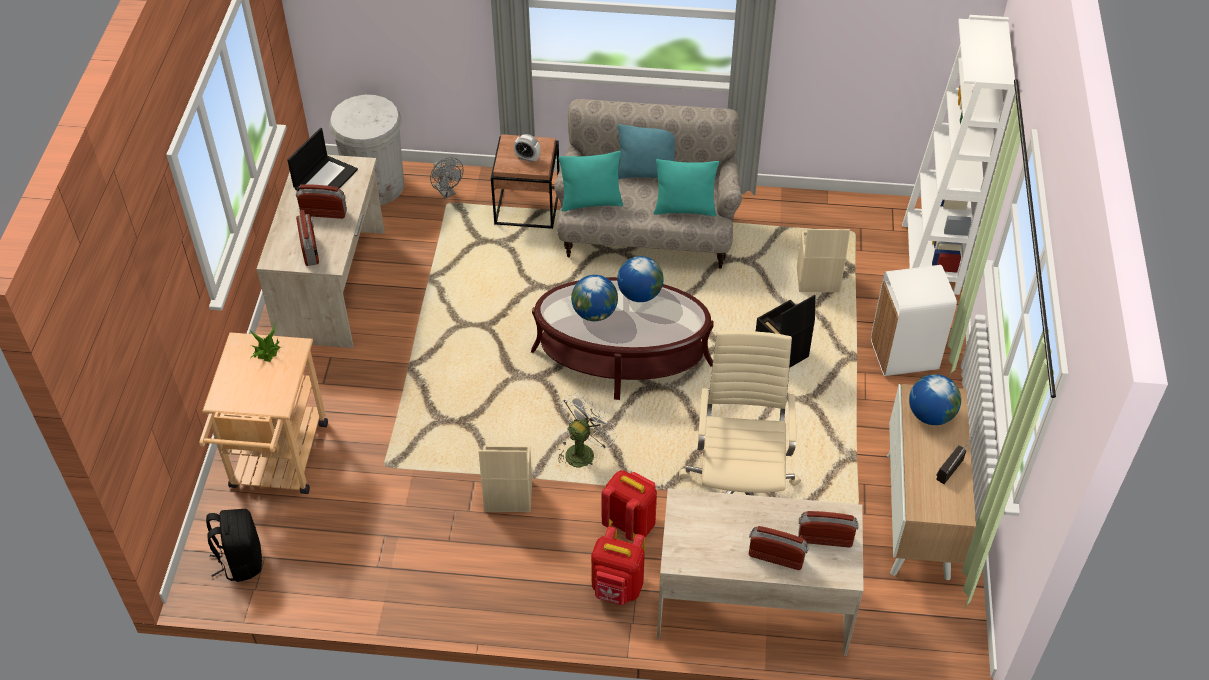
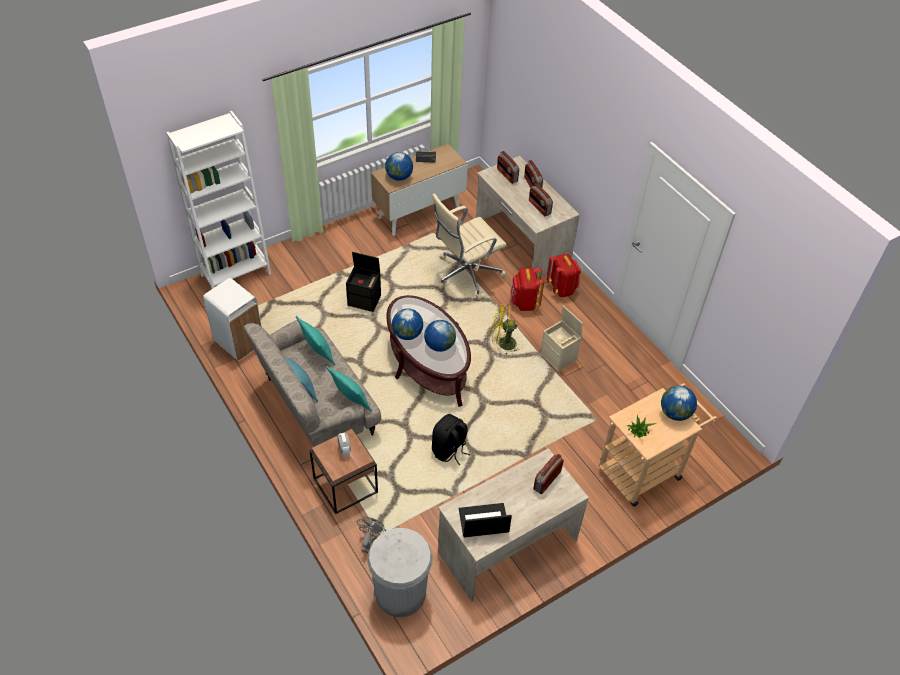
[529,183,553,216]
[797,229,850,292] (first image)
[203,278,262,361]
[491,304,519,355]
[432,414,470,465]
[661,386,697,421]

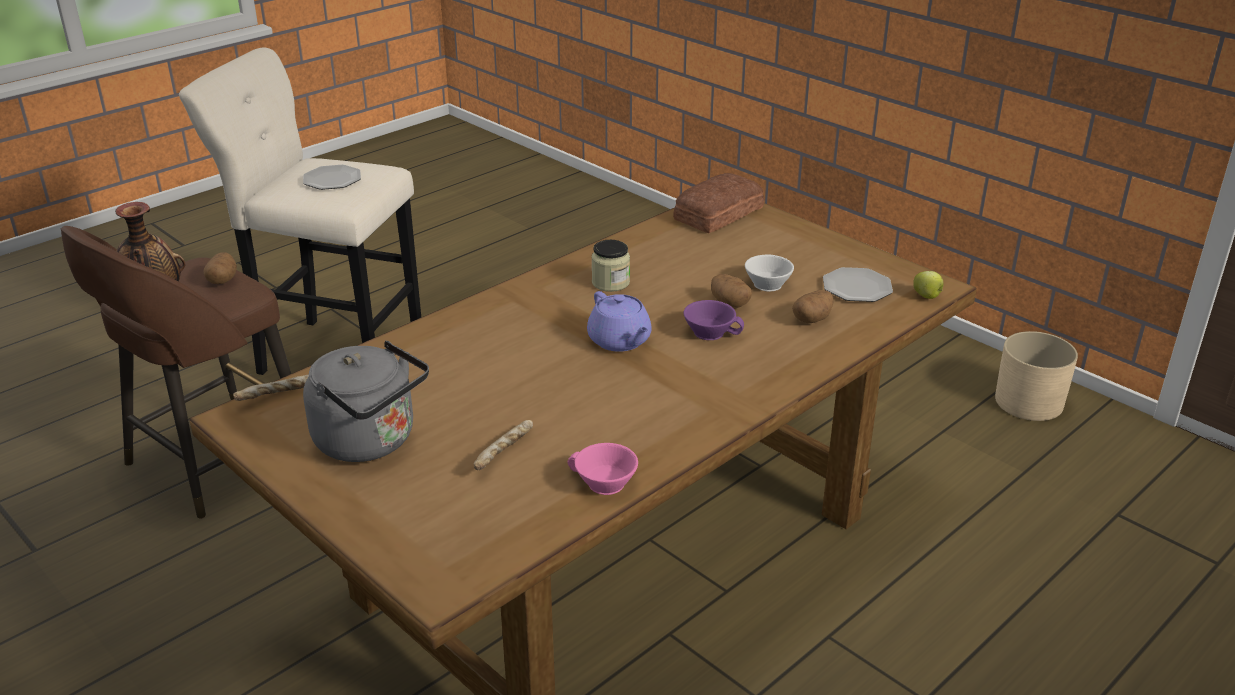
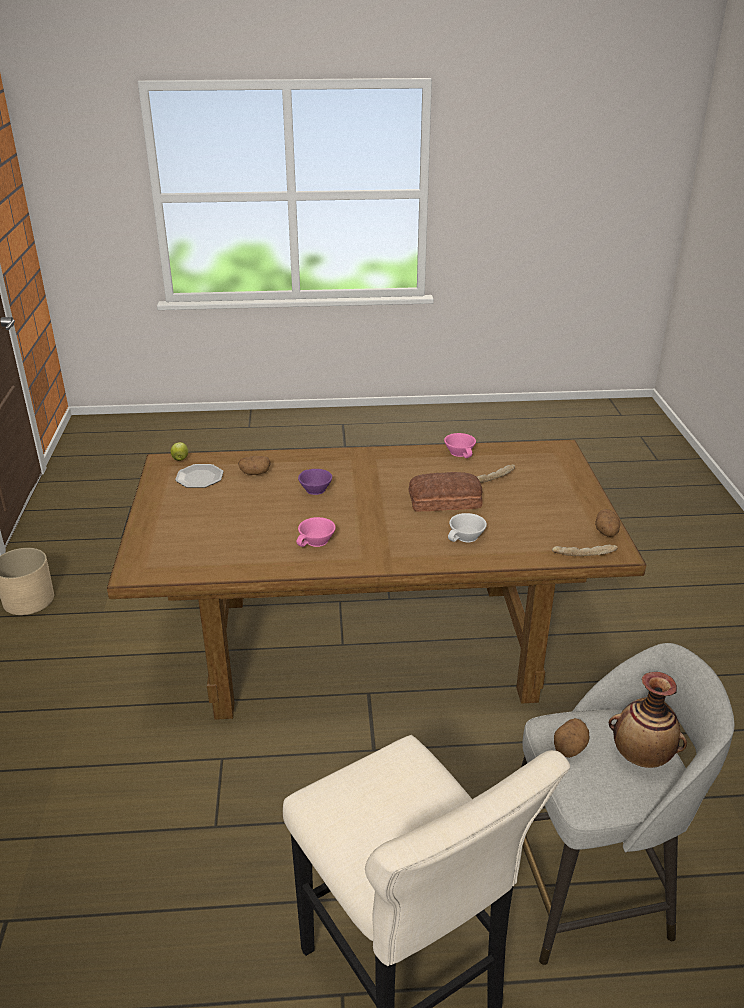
[303,165,361,190] (first image)
[409,472,483,512]
[521,643,734,965]
[296,517,336,547]
[448,513,487,542]
[595,509,620,537]
[587,291,651,352] (first image)
[303,341,429,462] (first image)

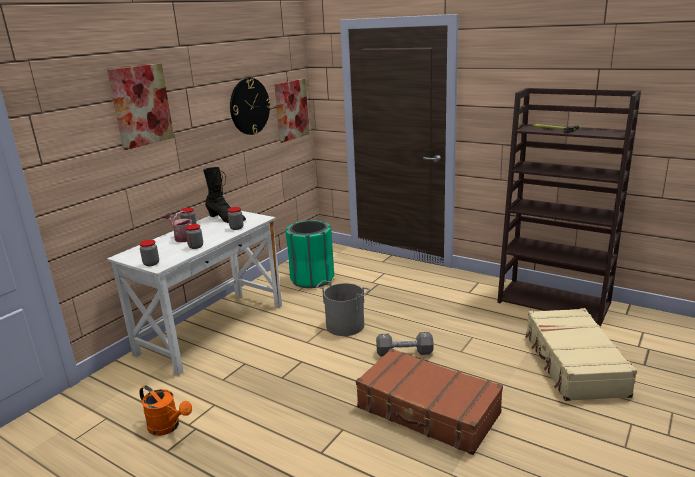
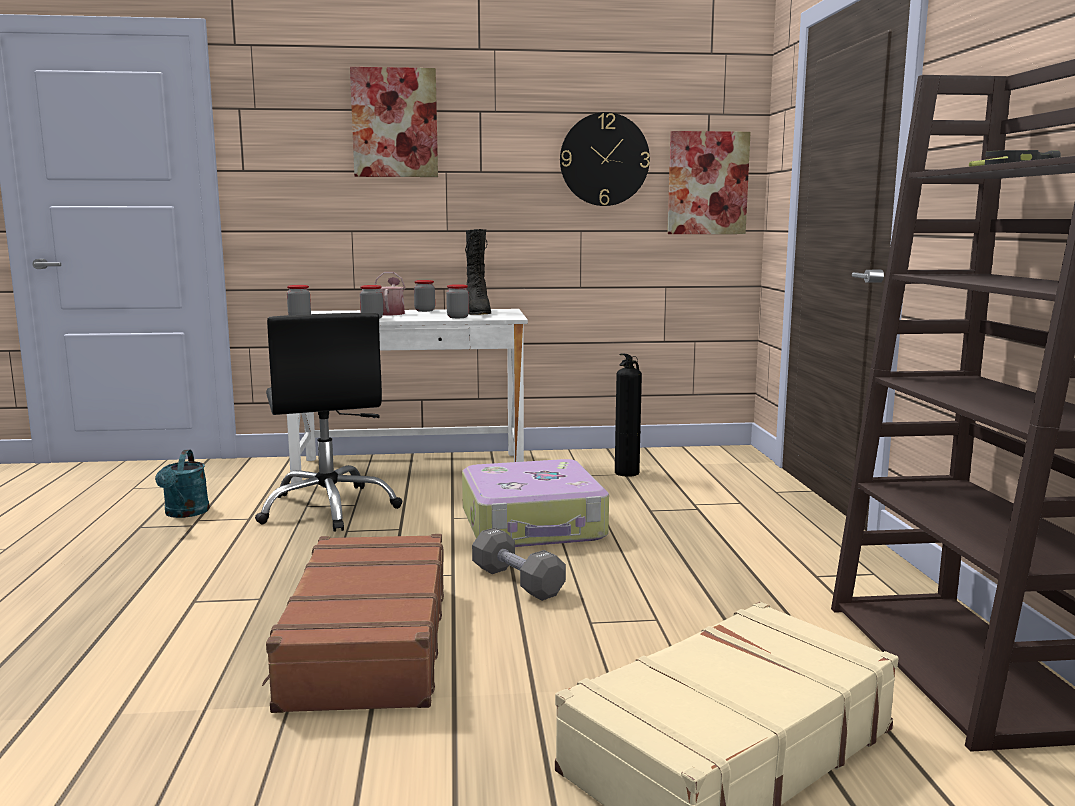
[615,353,642,477]
[462,459,609,547]
[155,450,210,518]
[255,313,402,532]

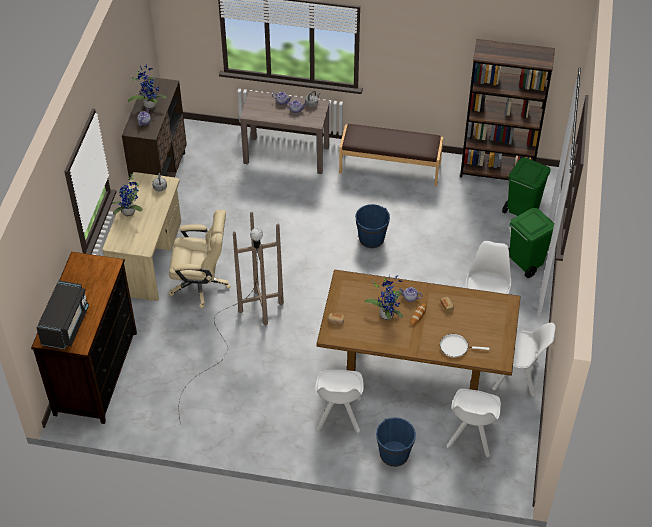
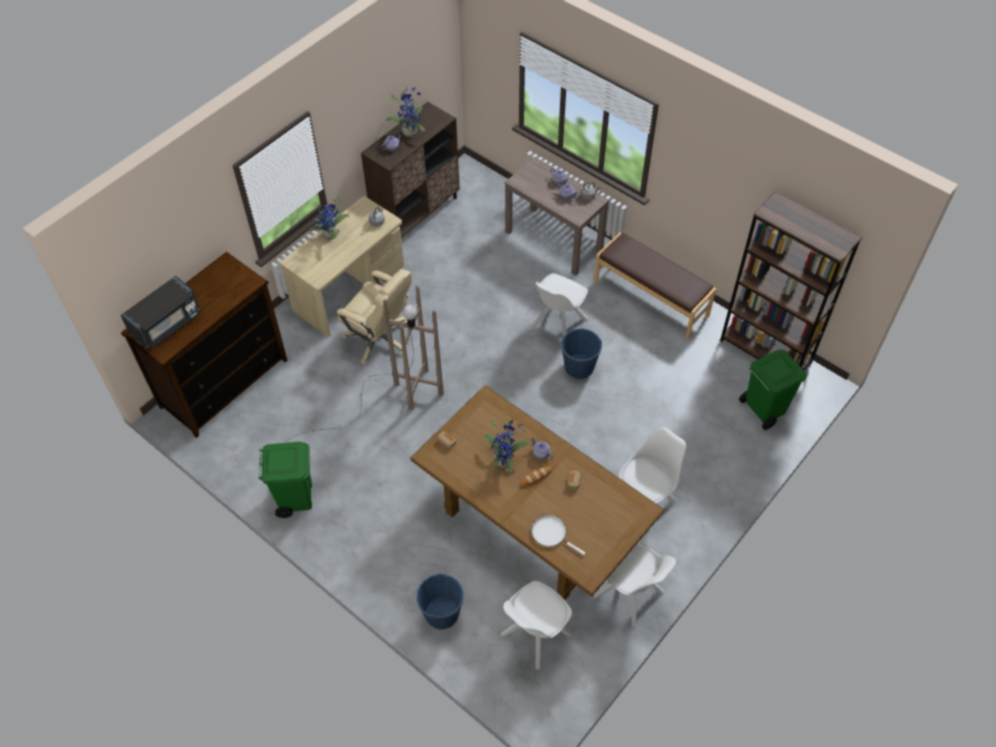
[259,442,312,518]
[530,273,588,337]

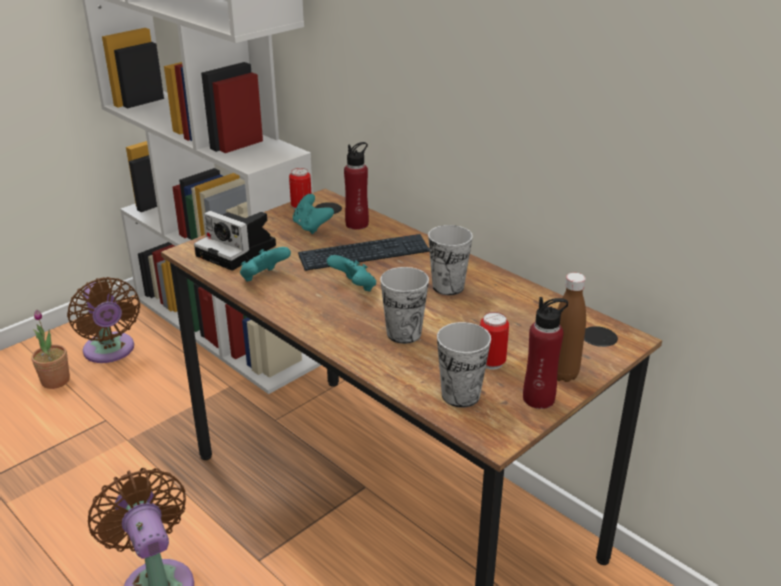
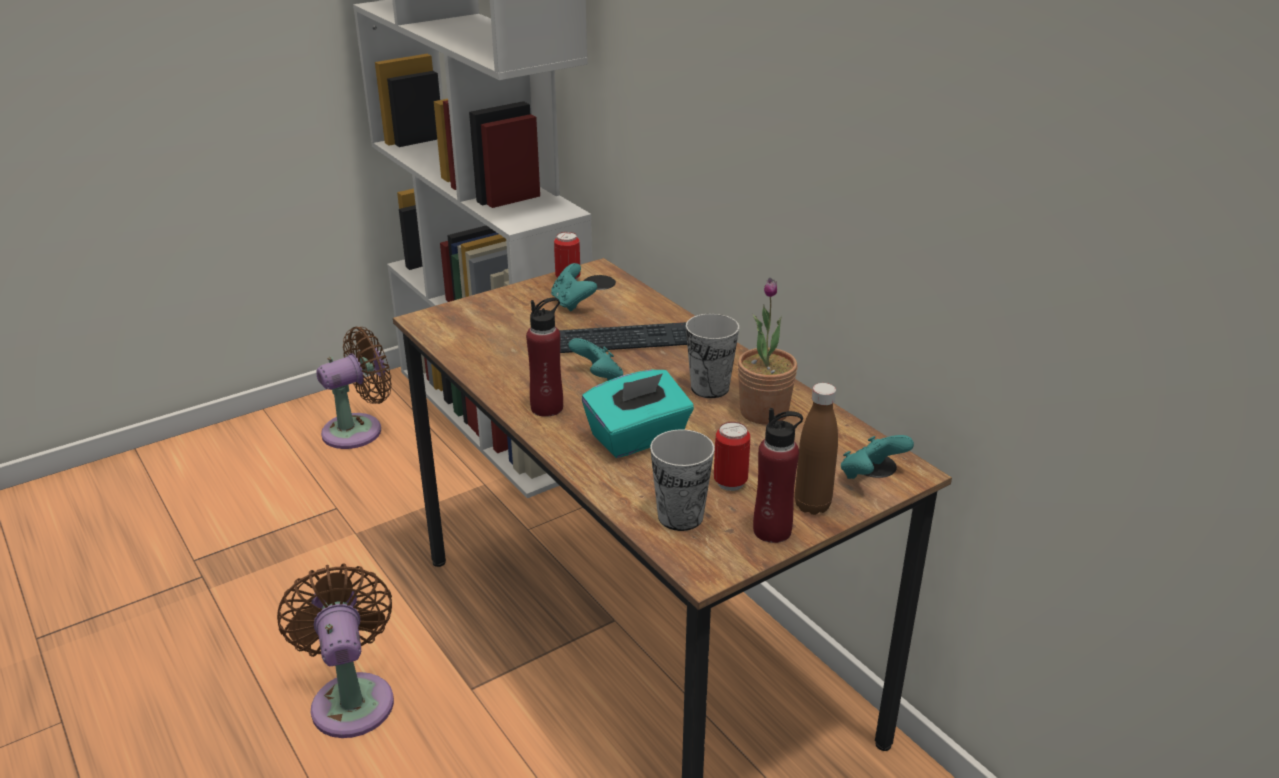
[526,297,563,417]
[194,211,276,271] (first image)
[841,435,914,479]
[582,370,694,458]
[316,327,392,449]
[738,278,798,424]

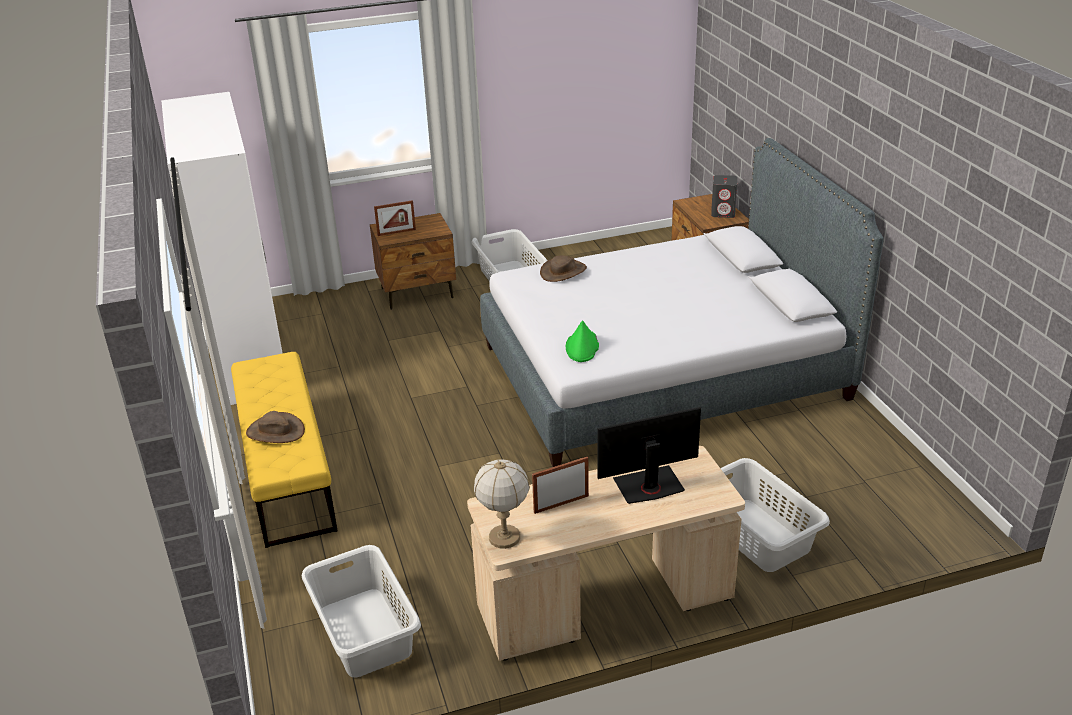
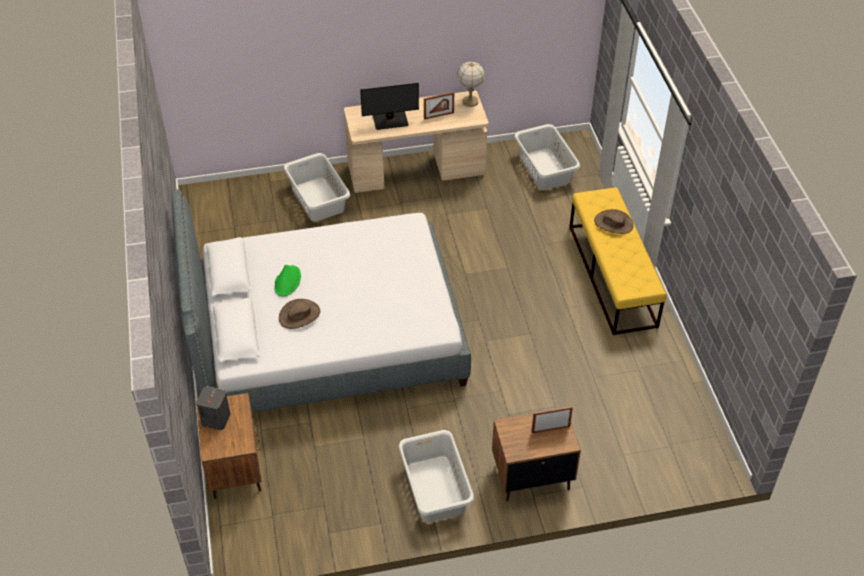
[161,92,283,405] (first image)
[279,299,320,329]
[274,265,301,297]

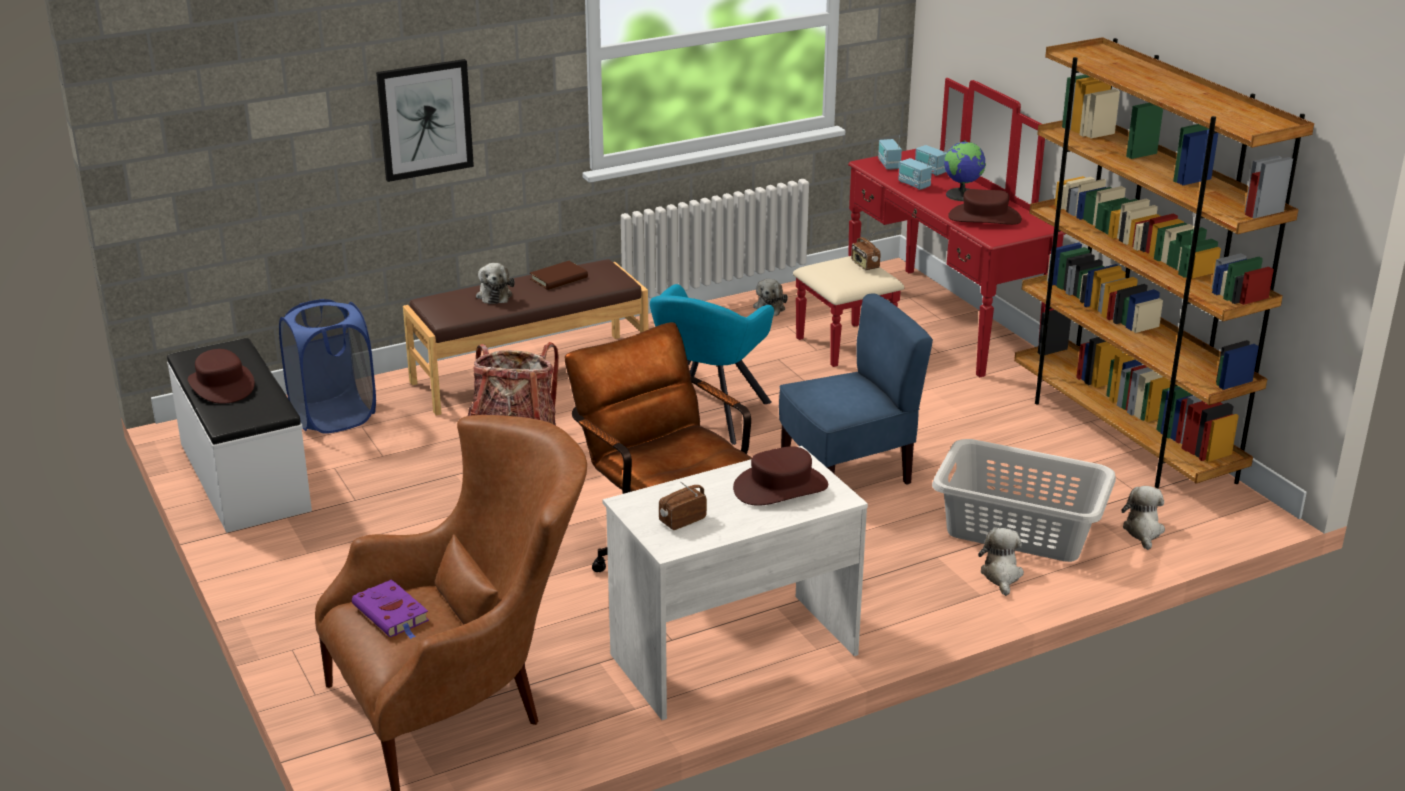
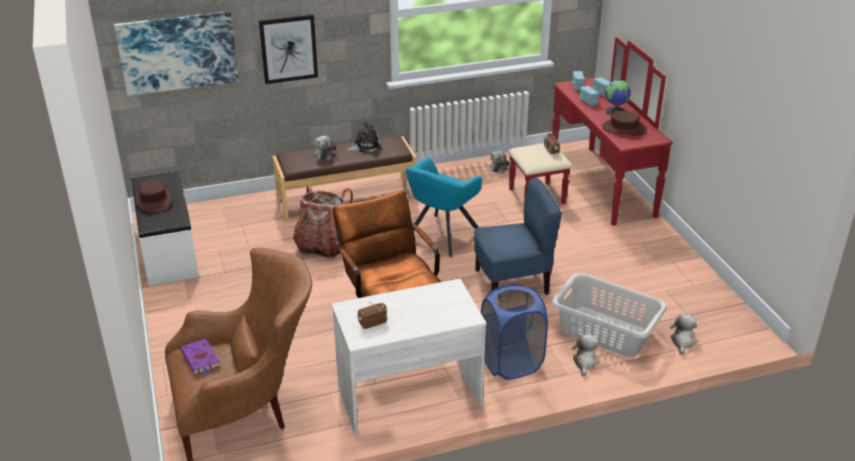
[1014,37,1314,488] (first image)
[347,122,382,152]
[481,284,548,380]
[733,446,828,506] (first image)
[114,11,239,96]

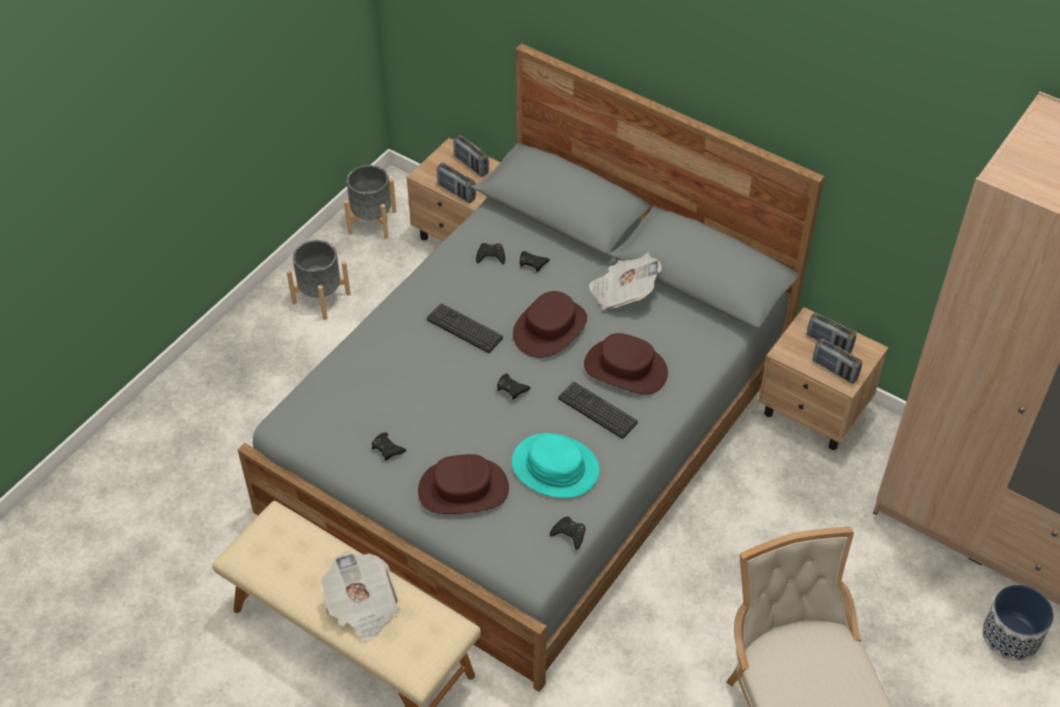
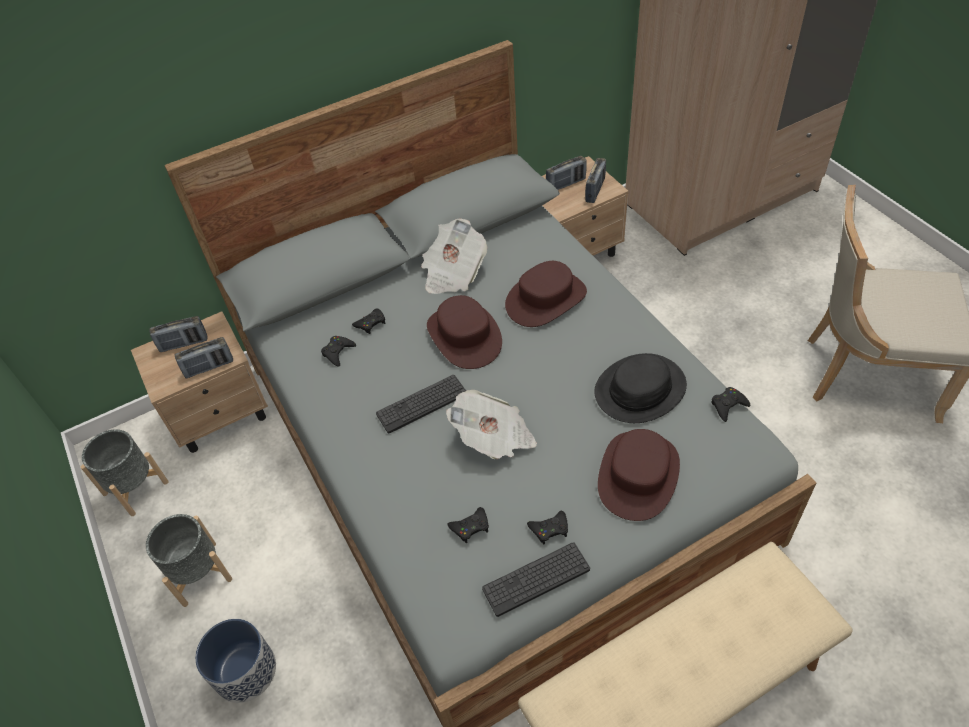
[585,158,606,203]
[447,507,489,543]
[482,542,590,617]
[594,353,687,423]
[446,390,537,459]
[195,619,276,703]

